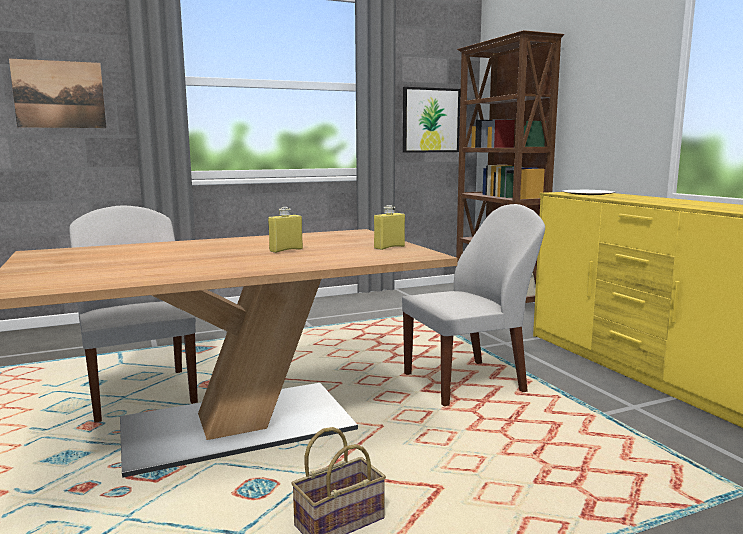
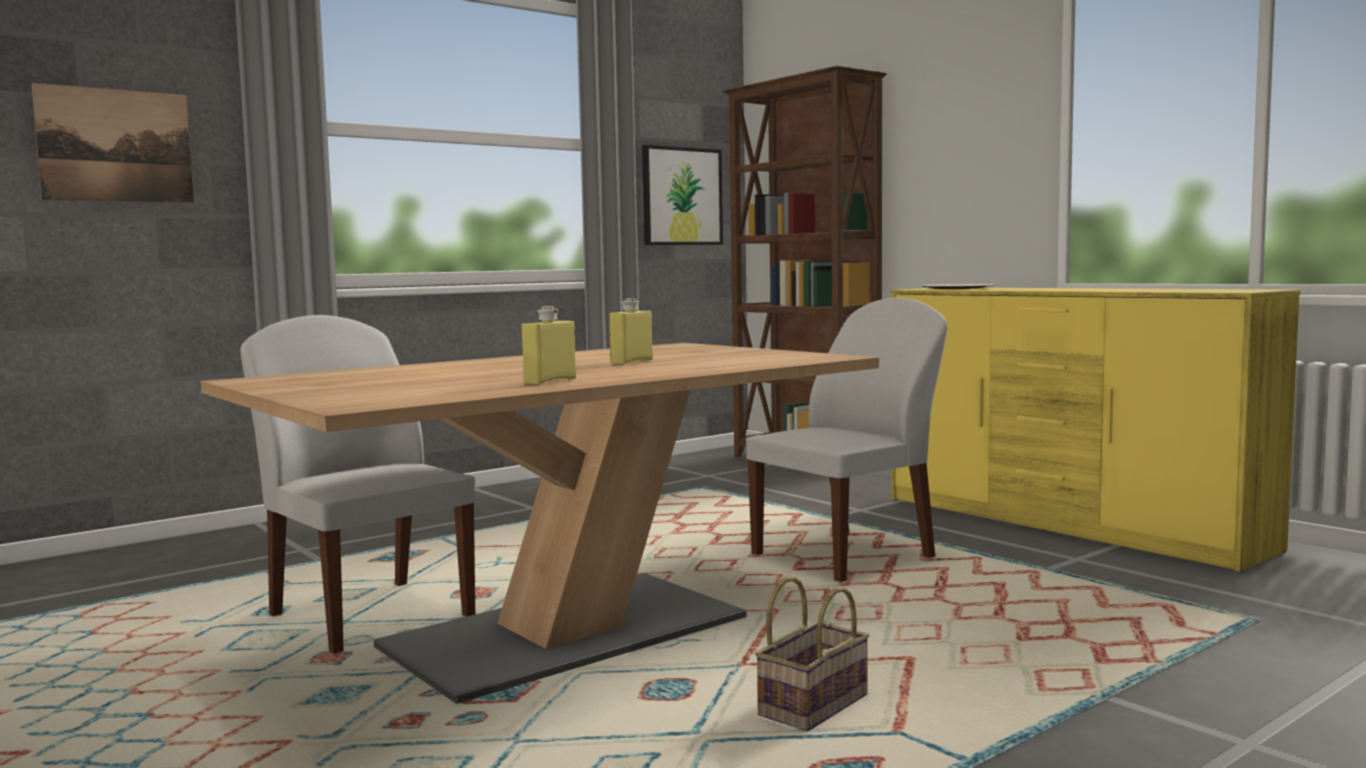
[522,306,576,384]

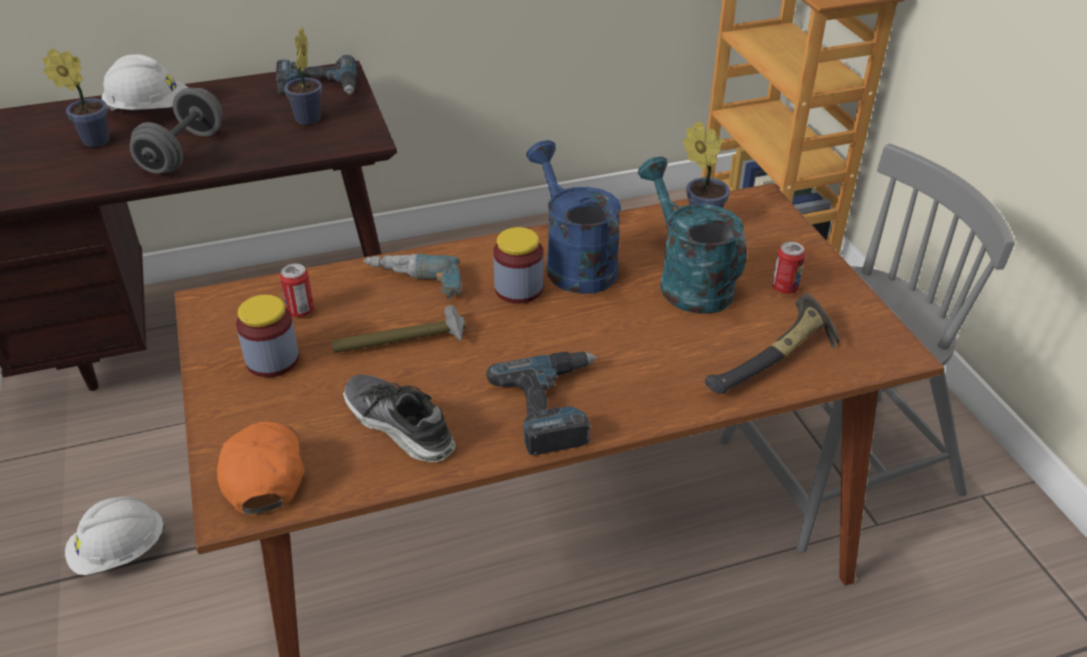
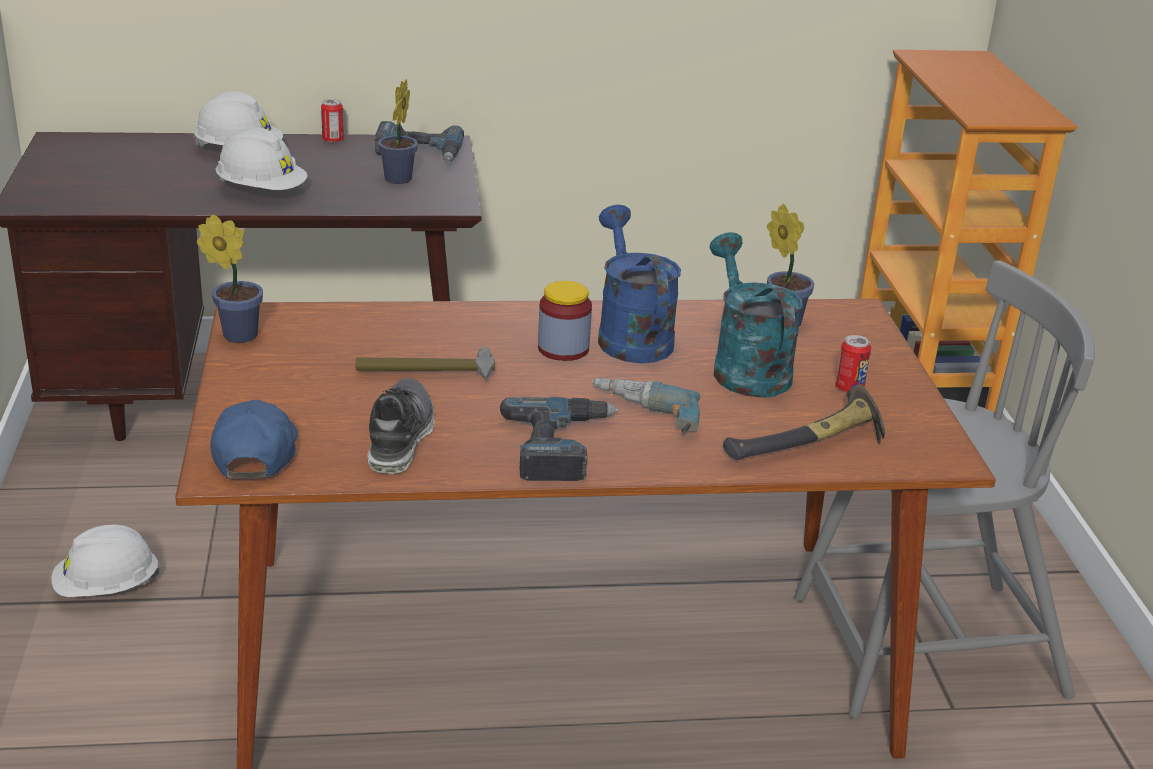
[197,214,263,343]
[216,127,308,190]
[591,378,700,433]
[321,99,344,143]
[236,295,299,377] (first image)
[367,378,435,474]
[210,400,298,479]

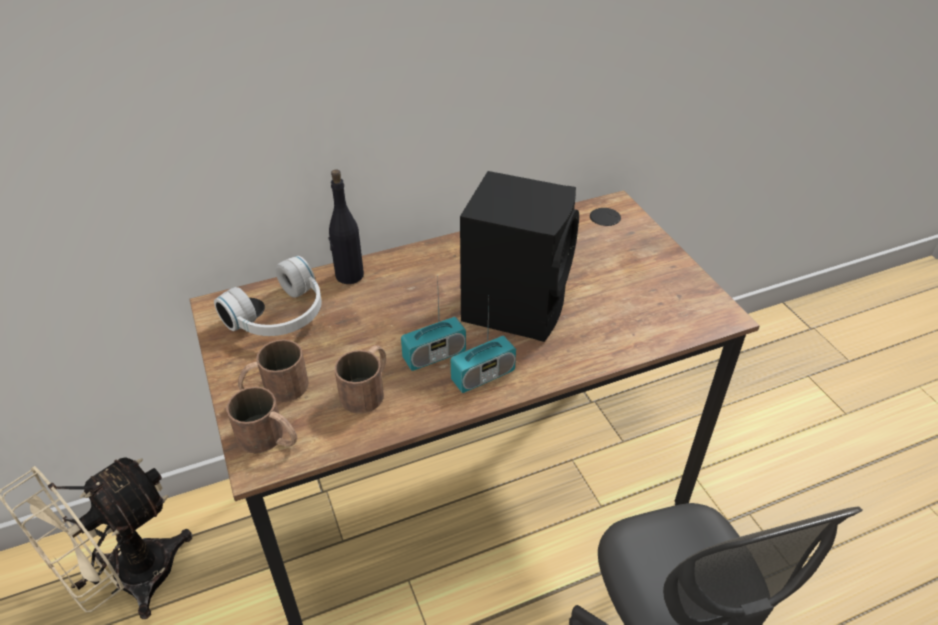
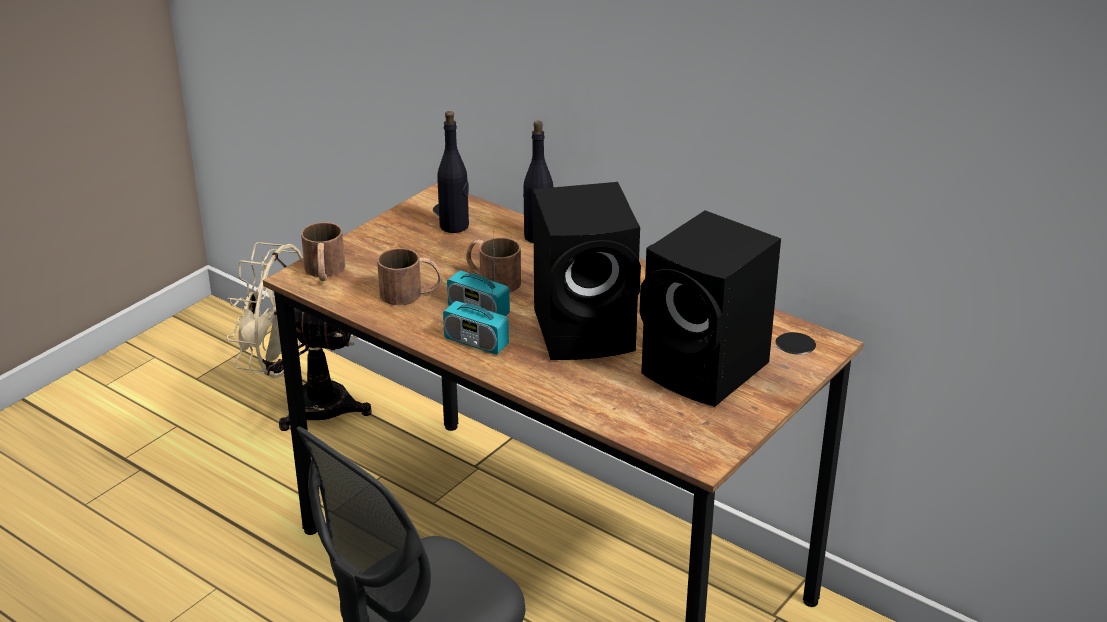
[437,111,469,233]
[466,237,521,293]
[640,210,781,407]

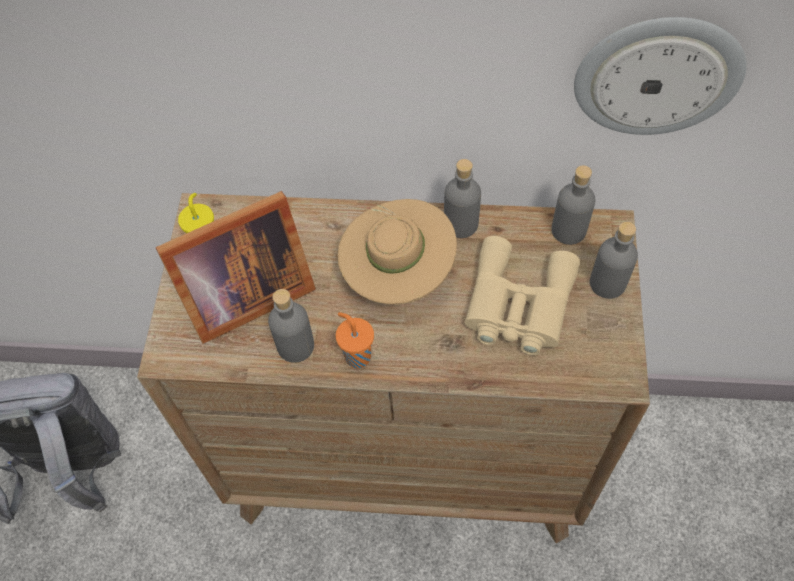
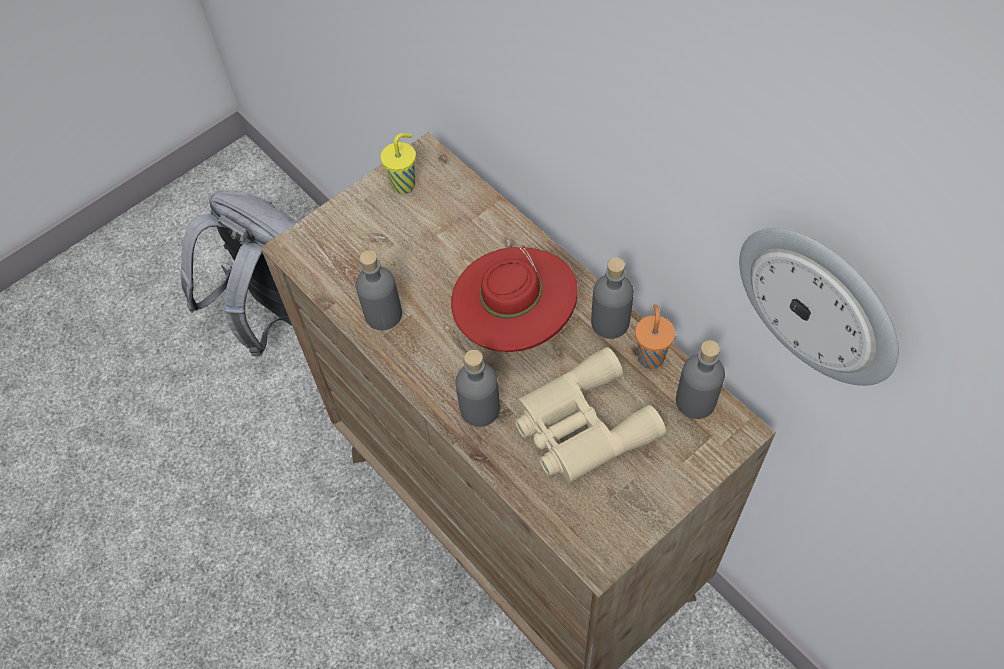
[156,191,316,344] (first image)
[451,245,578,352]
[456,350,500,427]
[635,304,675,369]

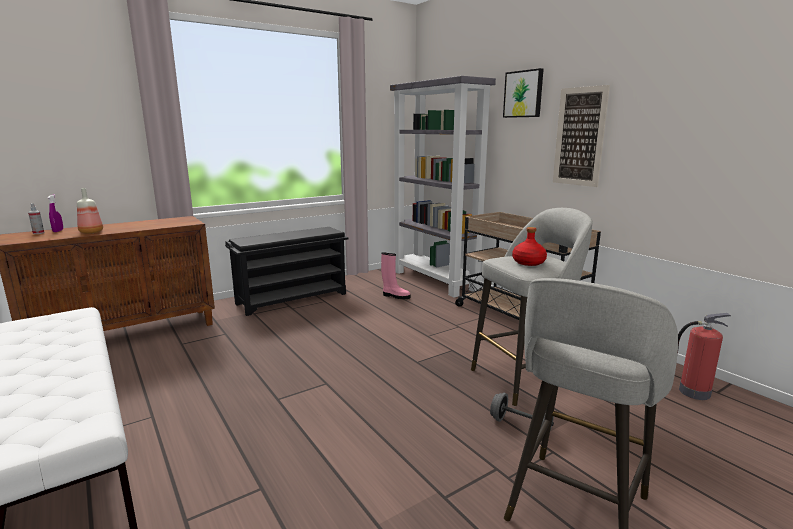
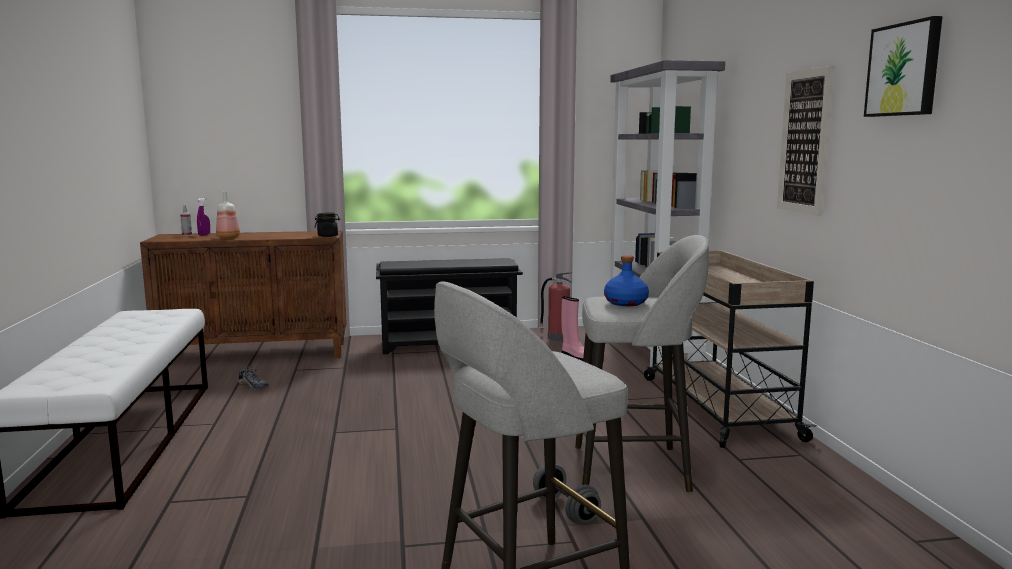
[864,16,942,117]
[604,255,649,306]
[539,272,572,341]
[315,213,340,237]
[238,366,269,390]

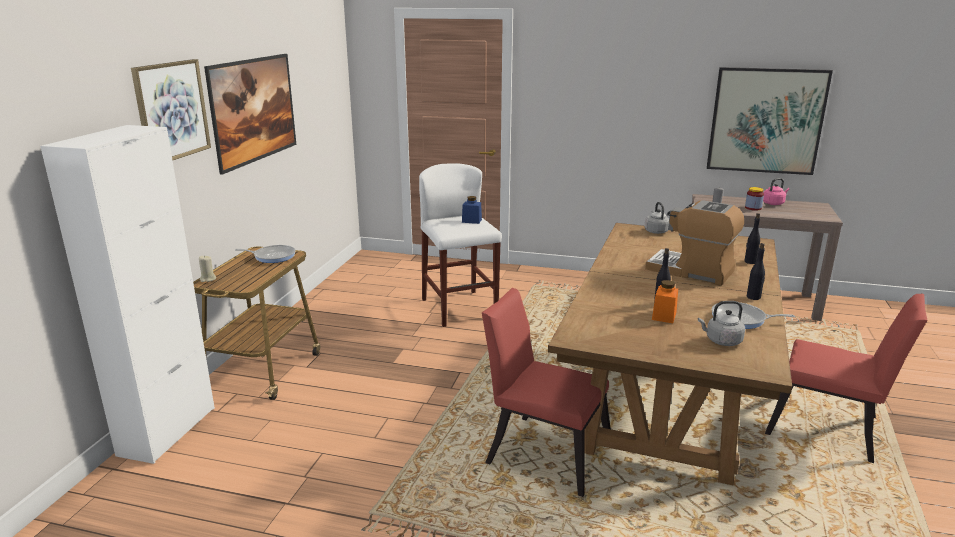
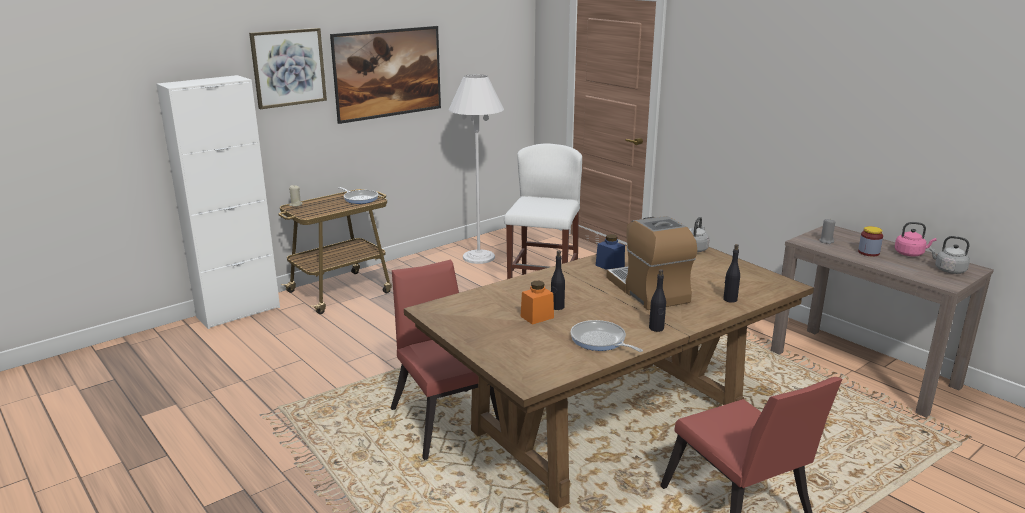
[707,67,833,175] (first image)
[596,234,625,270]
[929,236,970,274]
[449,74,504,264]

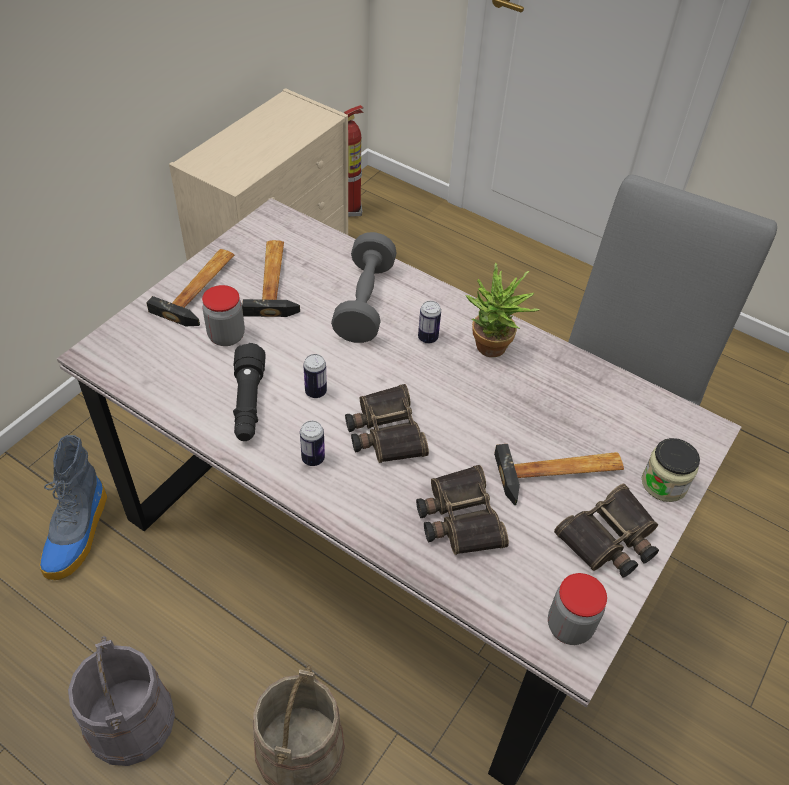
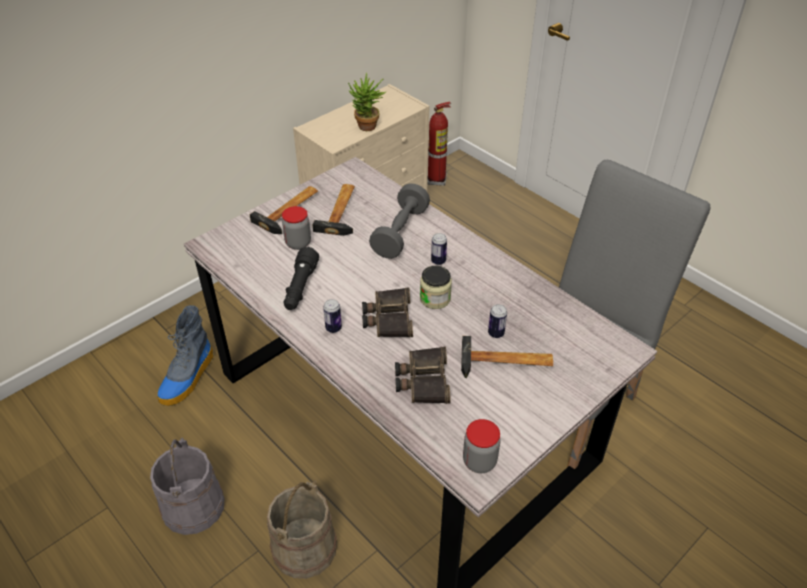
[348,73,386,131]
[488,304,507,338]
[420,266,452,309]
[554,484,659,578] (first image)

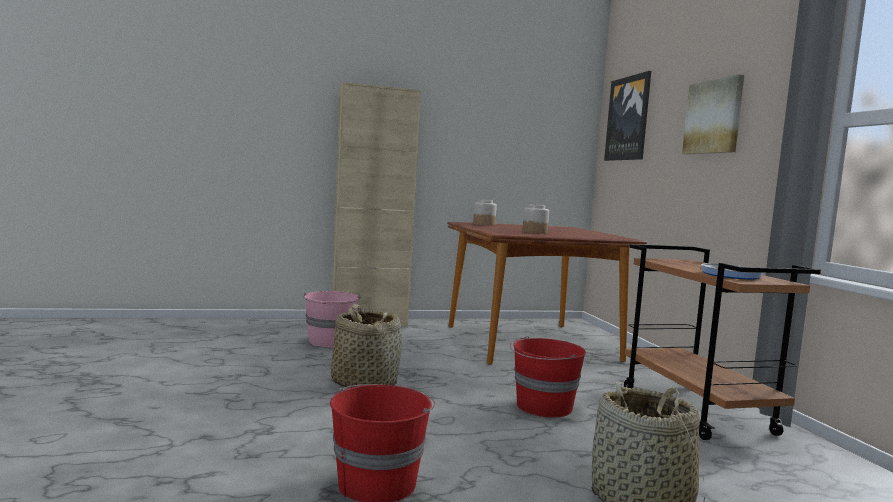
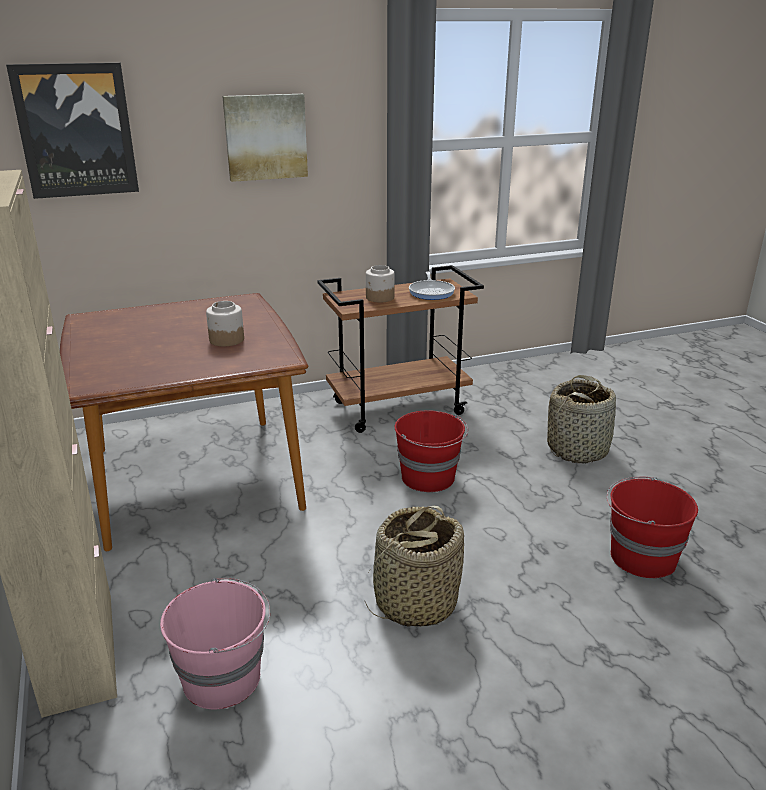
[366,265,395,302]

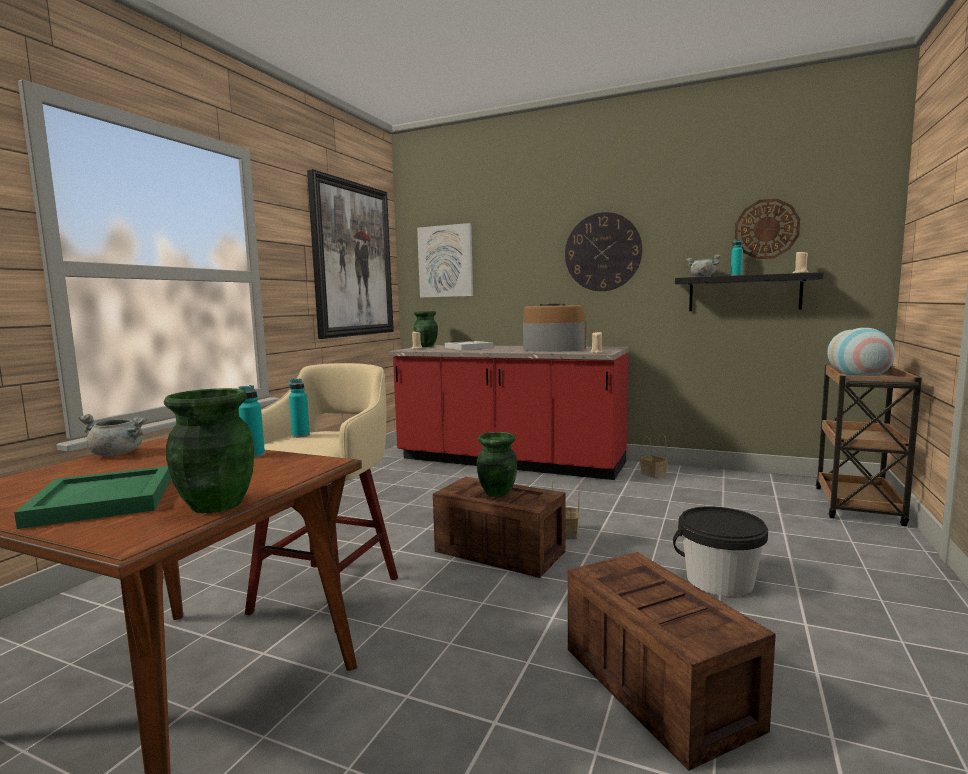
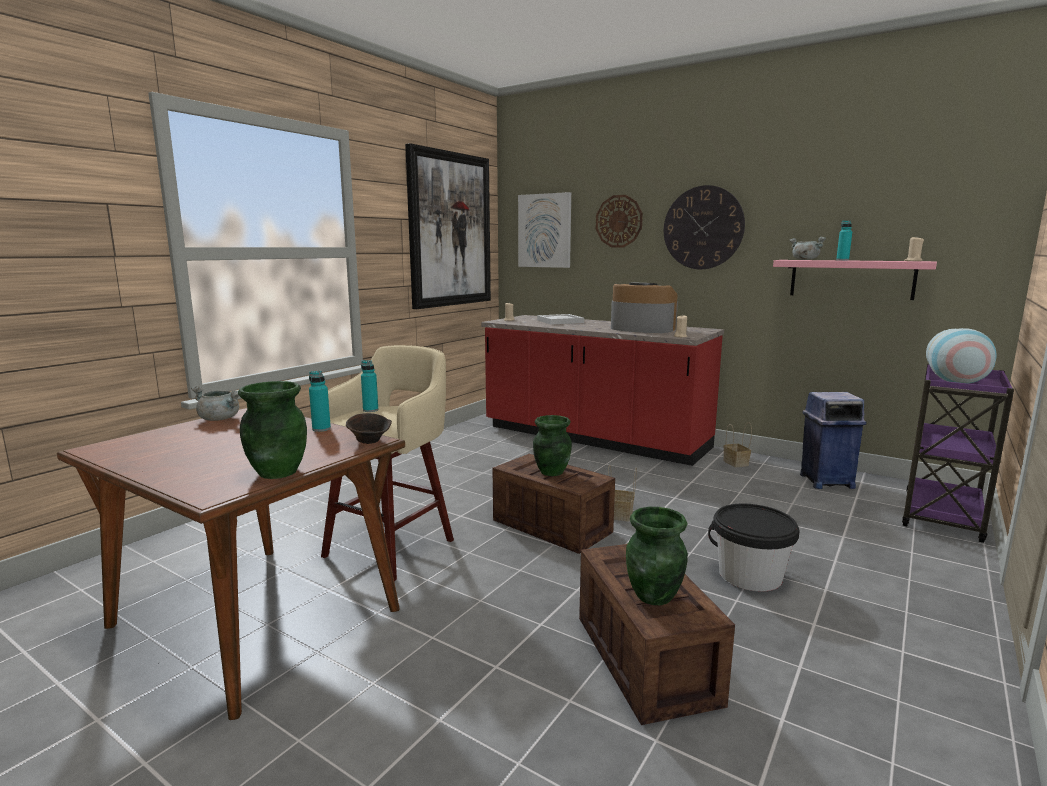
[596,195,643,248]
[773,260,937,300]
[626,507,688,605]
[902,364,1014,543]
[14,466,171,529] (first image)
[800,392,867,489]
[346,413,392,444]

